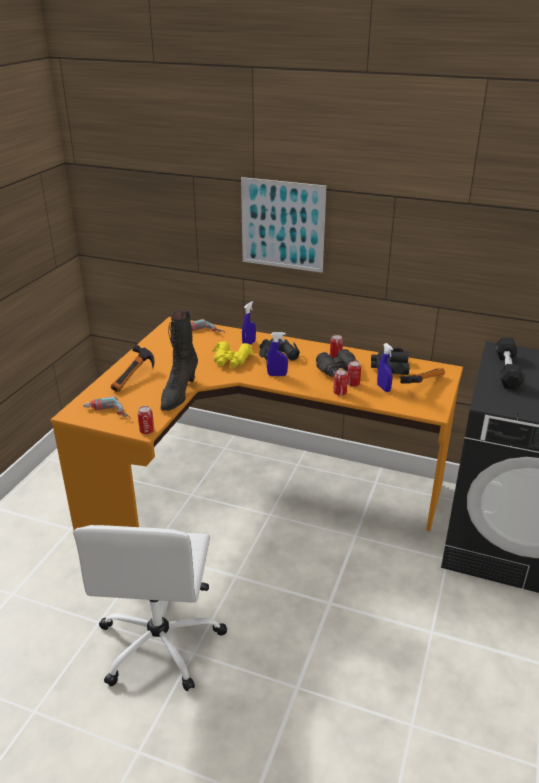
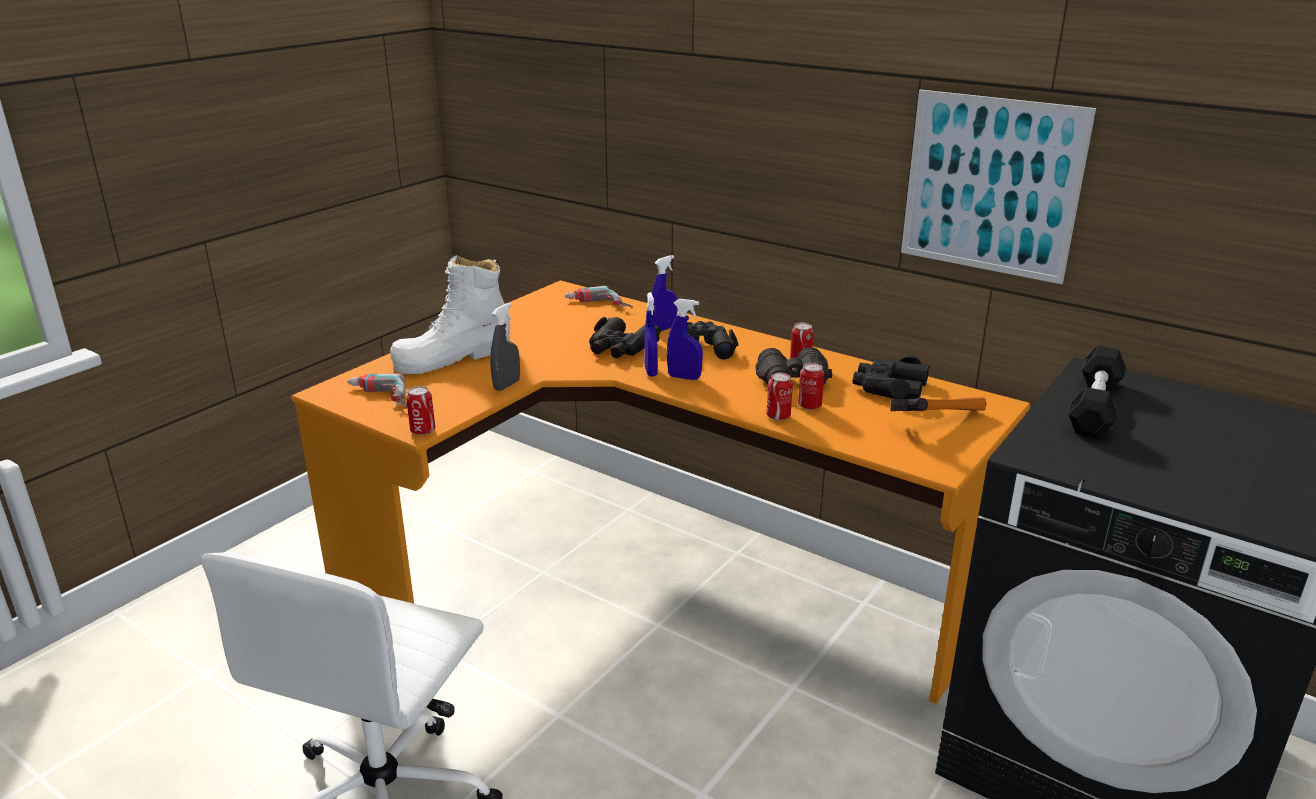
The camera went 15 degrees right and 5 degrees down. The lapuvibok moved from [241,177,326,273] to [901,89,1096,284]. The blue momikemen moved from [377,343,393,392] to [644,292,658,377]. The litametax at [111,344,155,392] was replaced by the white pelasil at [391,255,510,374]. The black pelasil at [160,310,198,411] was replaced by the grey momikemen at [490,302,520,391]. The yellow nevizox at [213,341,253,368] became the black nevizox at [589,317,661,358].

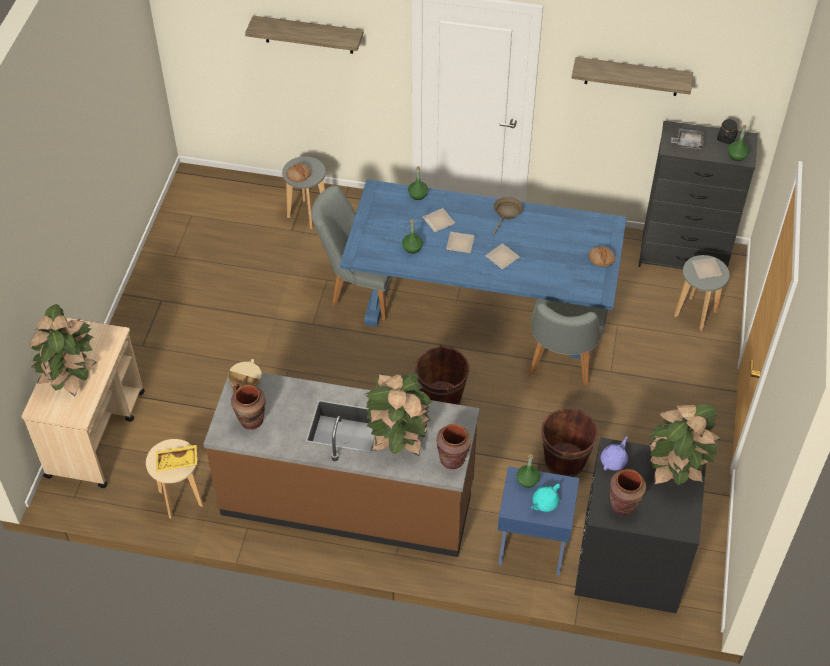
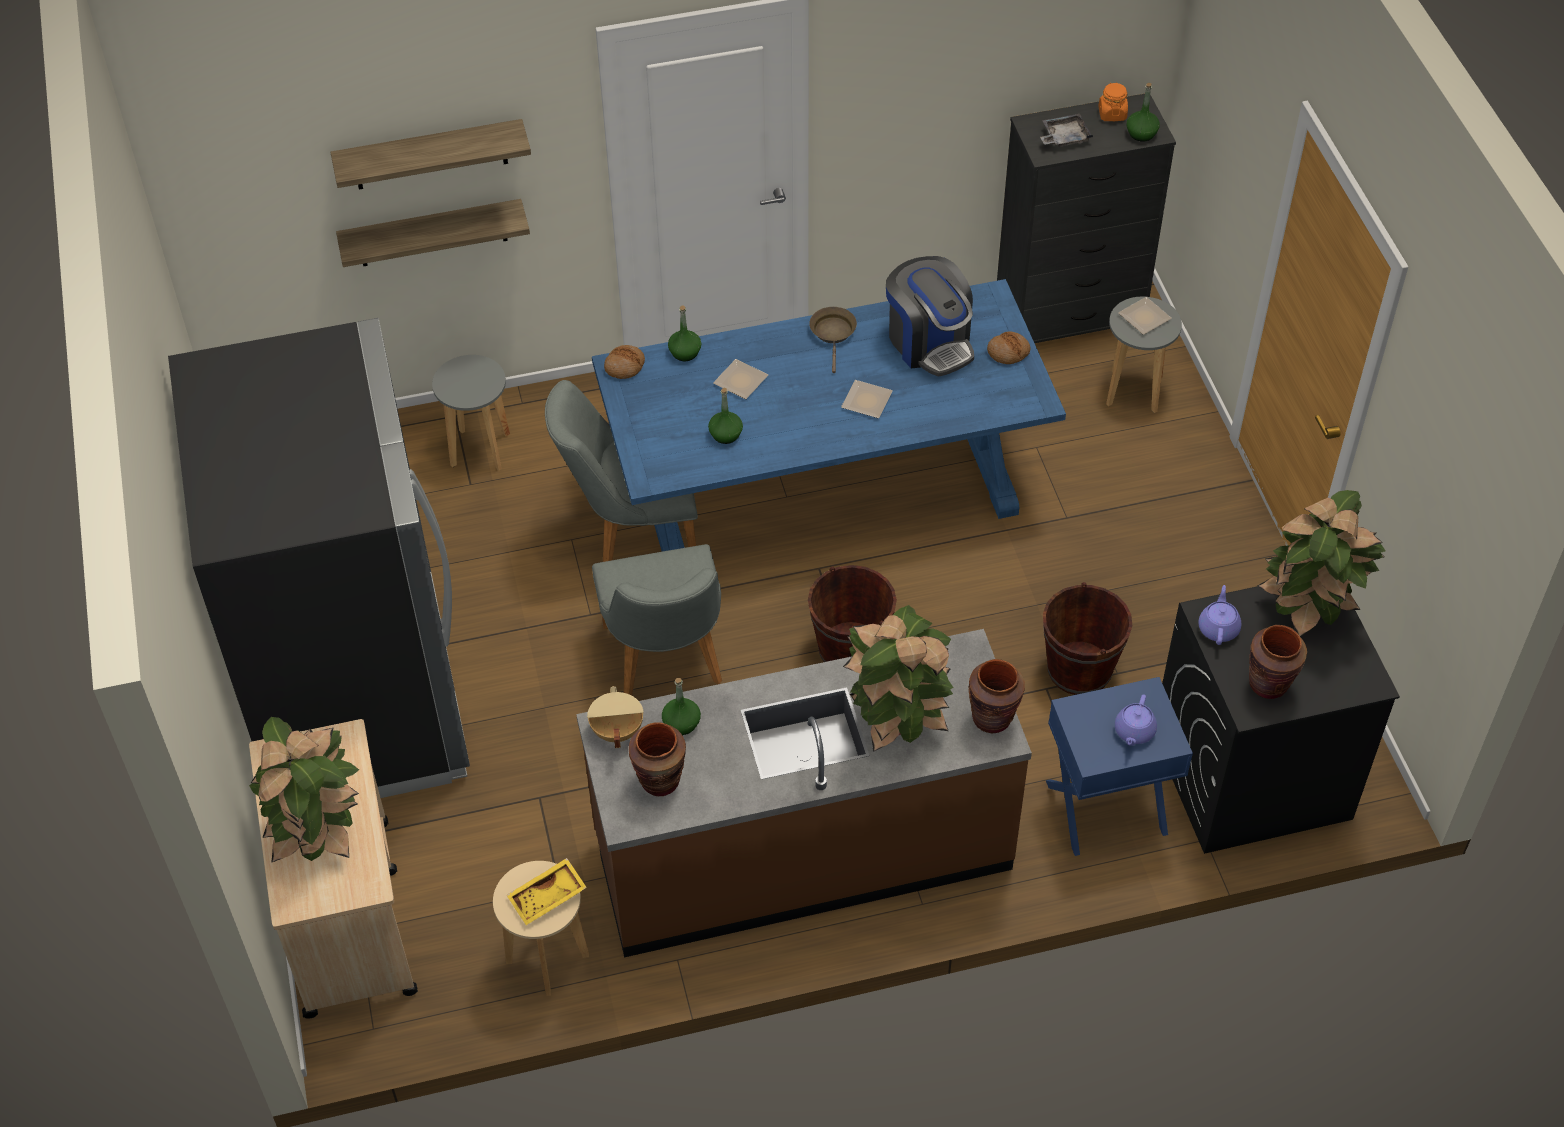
The camera went 25 degrees left and 0 degrees up. The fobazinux at [446,232,475,253] disappeared. The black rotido at [168,318,470,798] appeared. The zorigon at [886,256,974,377] appeared. The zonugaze moved from [286,163,311,182] to [604,345,645,379]. The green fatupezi moved from [516,454,540,488] to [662,678,701,735]. The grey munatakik moved from [529,298,608,386] to [592,544,722,696]. The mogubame moved from [572,57,693,96] to [336,199,530,267]. The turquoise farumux at [531,483,560,512] became the purple farumux at [1115,694,1157,746]. The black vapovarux at [717,119,738,144] became the orange vapovarux at [1098,82,1128,121].

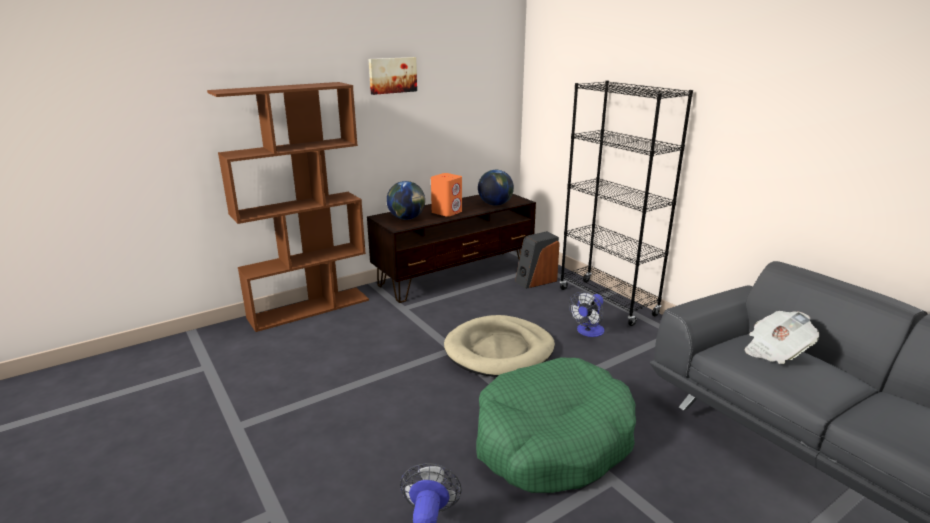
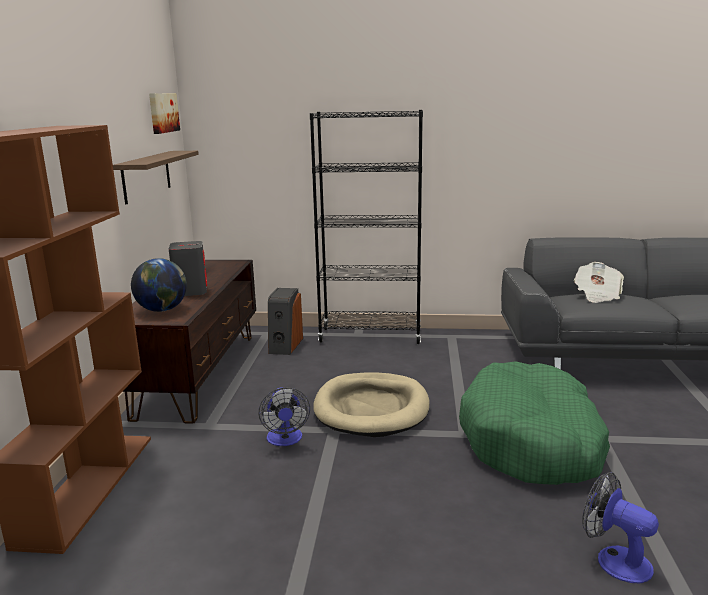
The camera went 50 degrees left and 5 degrees down. The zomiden at [478,170,514,206] disappeared. The mogubame at [113,151,199,204] appeared. The lapuvibok moved from [369,57,417,95] to [149,93,180,134]. The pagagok moved from [569,291,604,337] to [259,387,310,446]. The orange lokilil at [431,173,462,217] became the grey lokilil at [169,241,207,296].

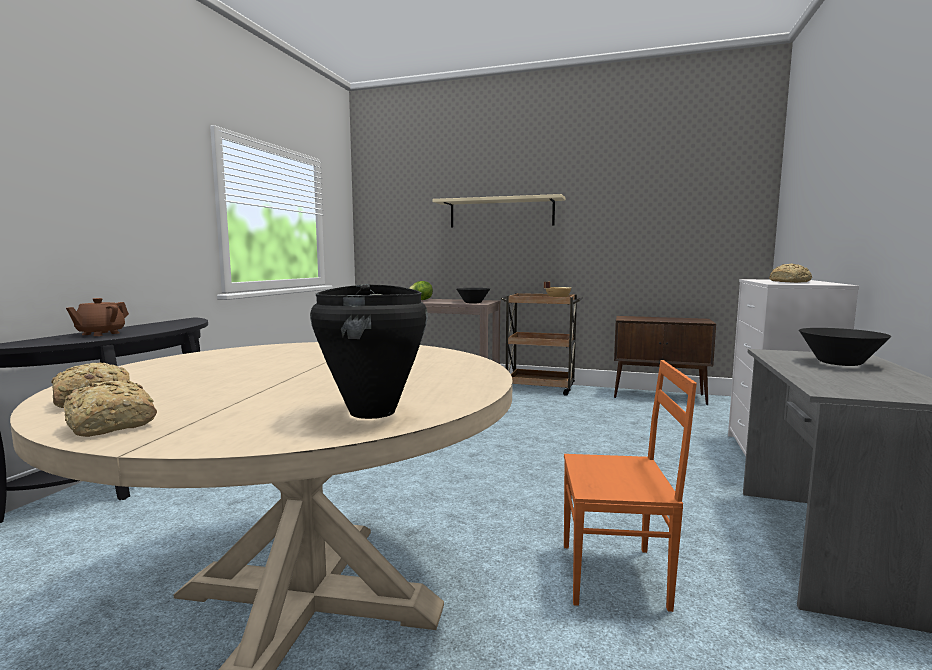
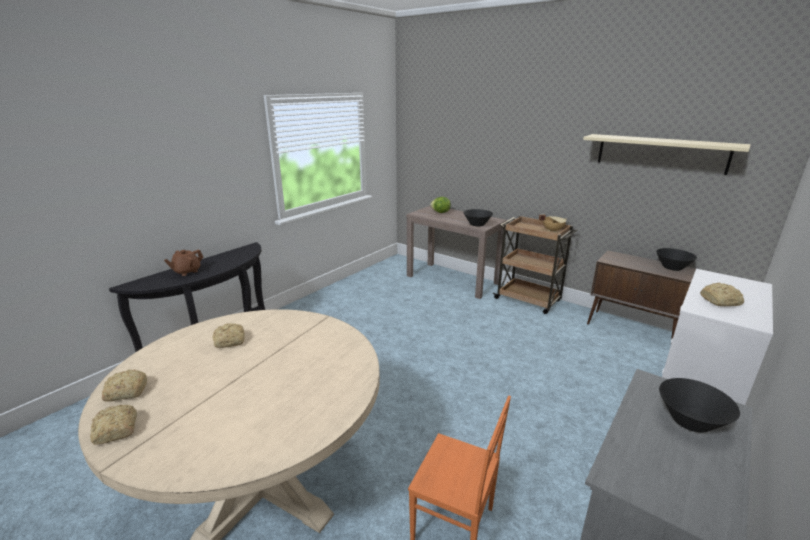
The camera went 20 degrees right and 15 degrees up. The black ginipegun at [310,284,428,419] disappeared. The zonugaze at [213,323,245,348] appeared. The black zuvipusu at [656,248,697,271] appeared. The beige mogubame moved from [432,194,565,228] to [583,134,751,175].

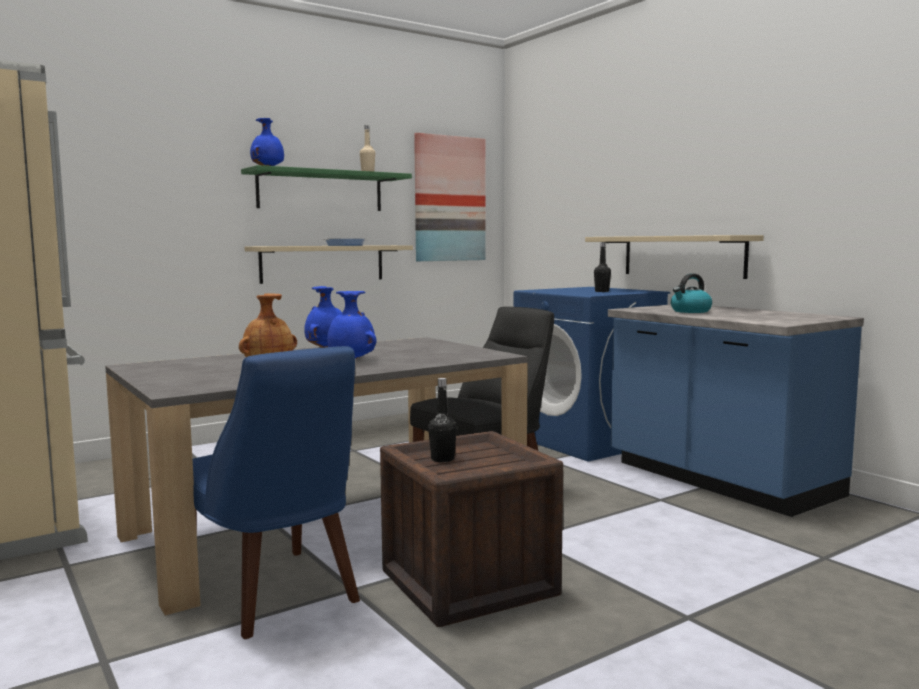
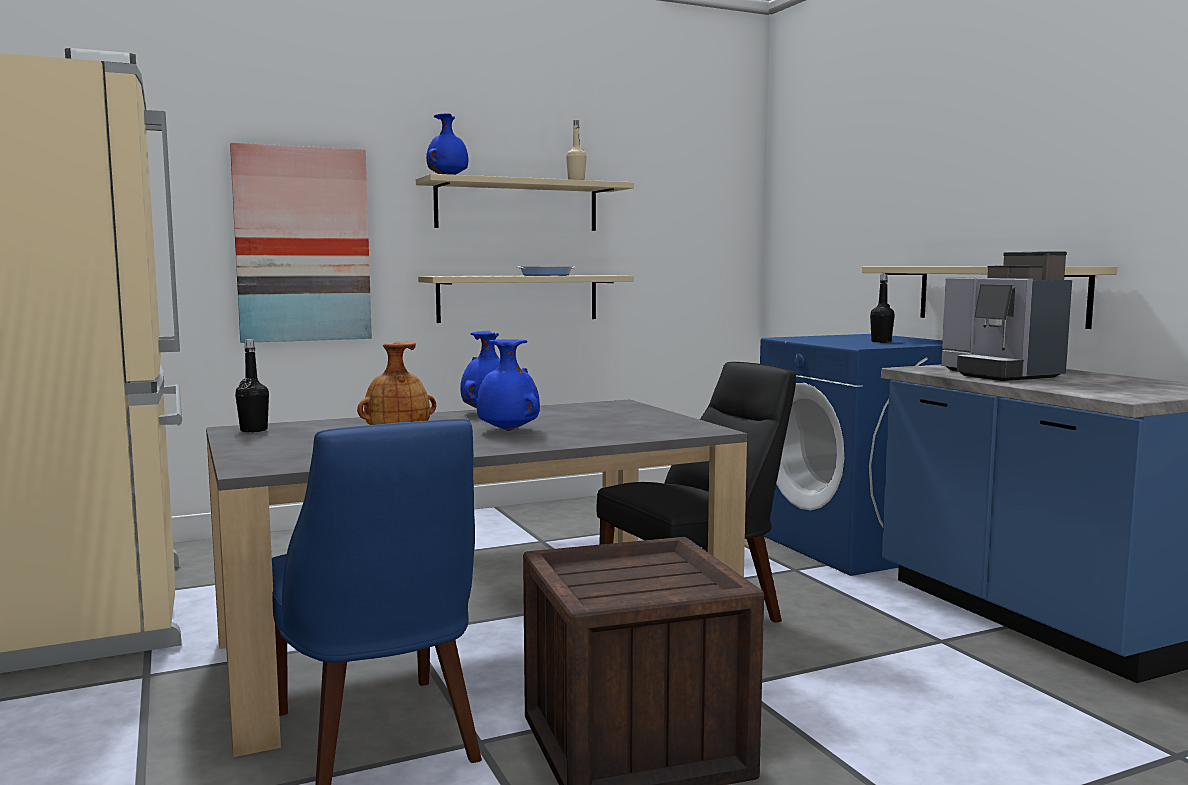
The camera went 10 degrees right and 0 degrees up. The lapuvibok moved from [414,133,486,261] to [230,143,372,343]. The black fatupezi moved from [428,378,457,462] to [235,339,269,432]. The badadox at [671,273,712,313] was replaced by the zorigon at [941,251,1072,381]. The green mogubame at [241,165,412,211] became the beige mogubame at [416,174,634,231].

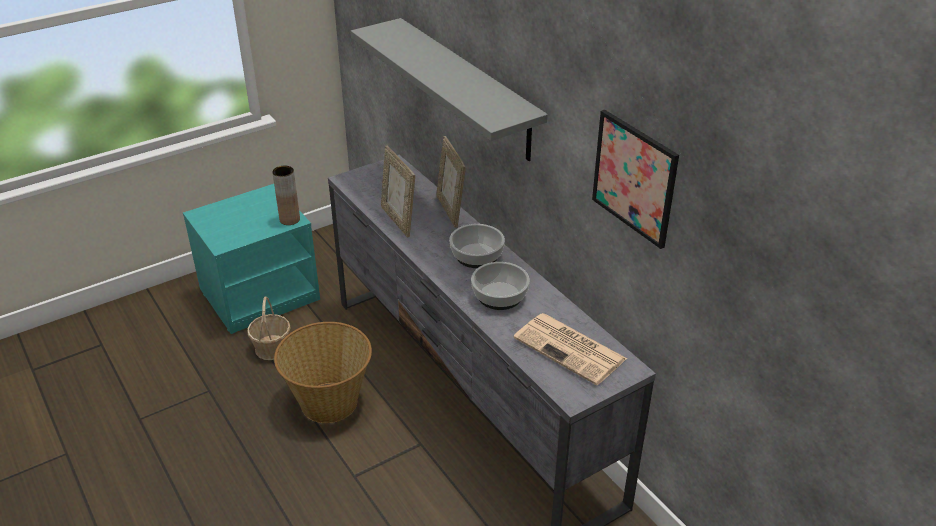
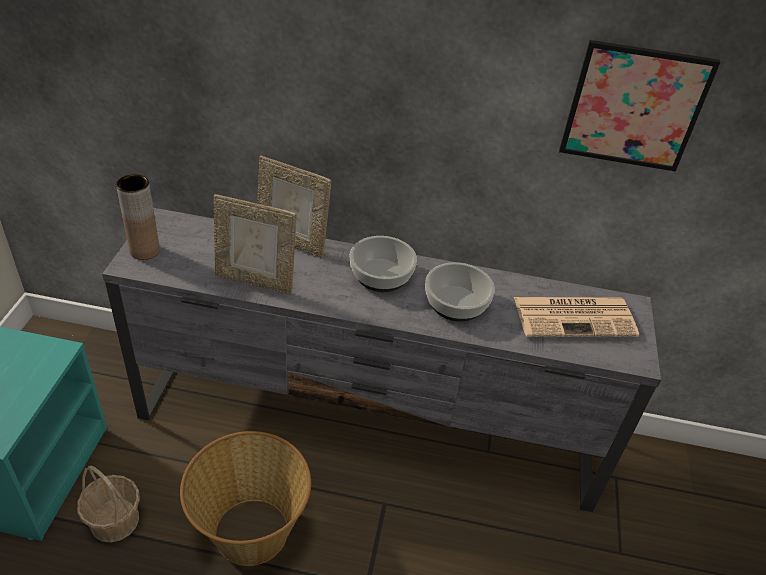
The camera went 50 degrees left and 5 degrees up. The grey mogubame at [351,18,548,161] disappeared. The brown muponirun moved from [272,166,300,225] to [116,174,160,260].

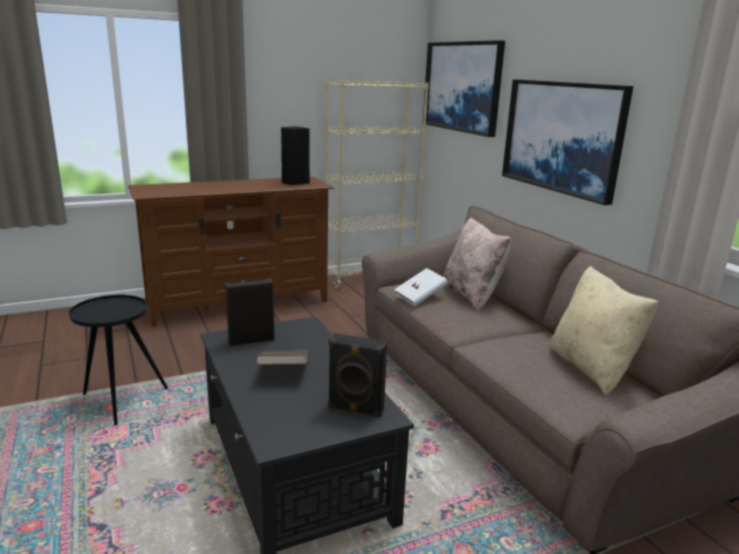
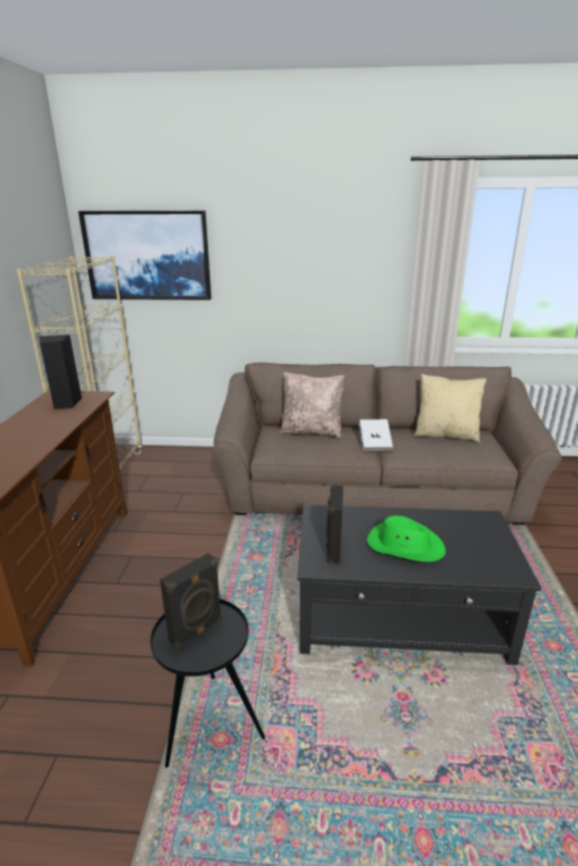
The camera went 60 degrees left and 5 degrees up. The lapuvibok at [502,79,633,205] disappeared. The black lokilil moved from [328,333,387,417] to [160,553,222,649]. The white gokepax moved from [394,268,448,306] to [359,419,393,451]. The brown gokepax at [256,351,308,365] was replaced by the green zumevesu at [367,515,446,562].

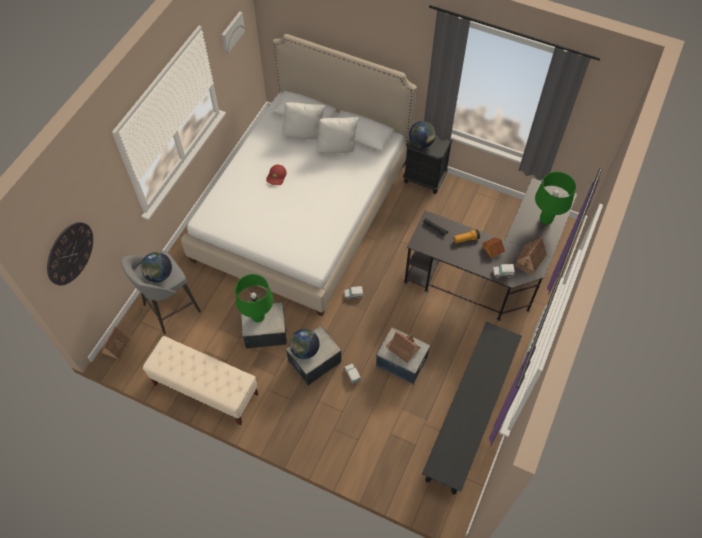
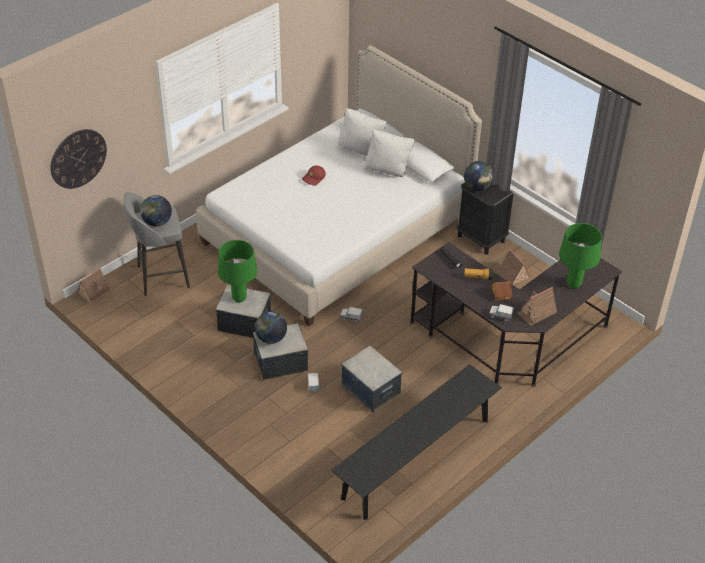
The camera went 20 degrees right and 15 degrees down. The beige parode at [143,336,258,426] disappeared. The lapuvibok at [222,11,245,54] disappeared. The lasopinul moved from [385,331,421,363] to [497,249,530,284].

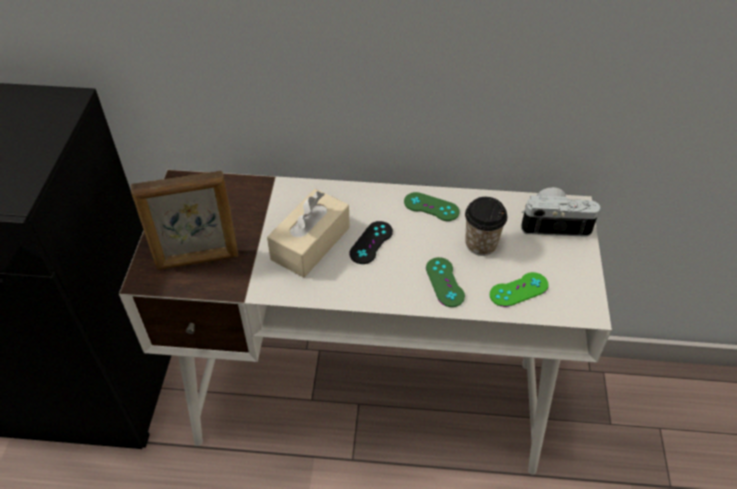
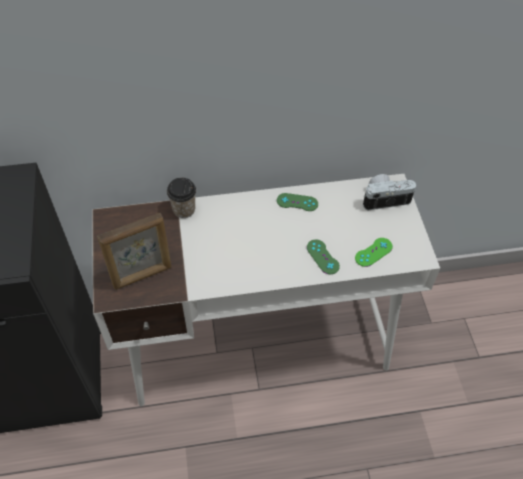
The camera went 15 degrees left and 5 degrees up. The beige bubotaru at [267,189,350,278] disappeared. The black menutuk at [349,221,393,264] disappeared. The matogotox moved from [465,197,507,256] to [167,177,196,218].

